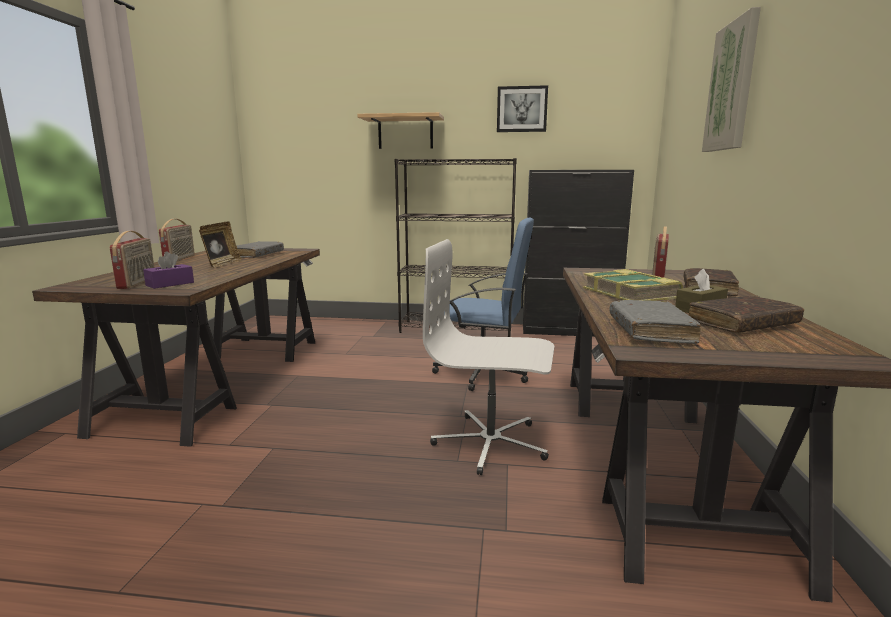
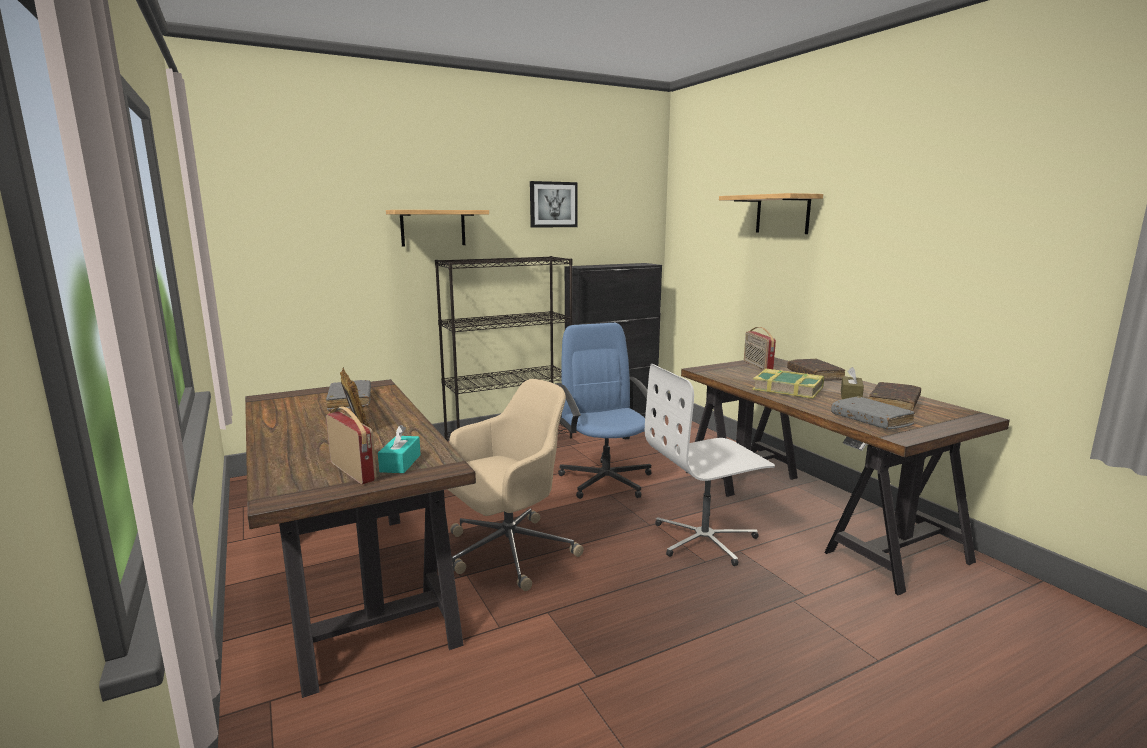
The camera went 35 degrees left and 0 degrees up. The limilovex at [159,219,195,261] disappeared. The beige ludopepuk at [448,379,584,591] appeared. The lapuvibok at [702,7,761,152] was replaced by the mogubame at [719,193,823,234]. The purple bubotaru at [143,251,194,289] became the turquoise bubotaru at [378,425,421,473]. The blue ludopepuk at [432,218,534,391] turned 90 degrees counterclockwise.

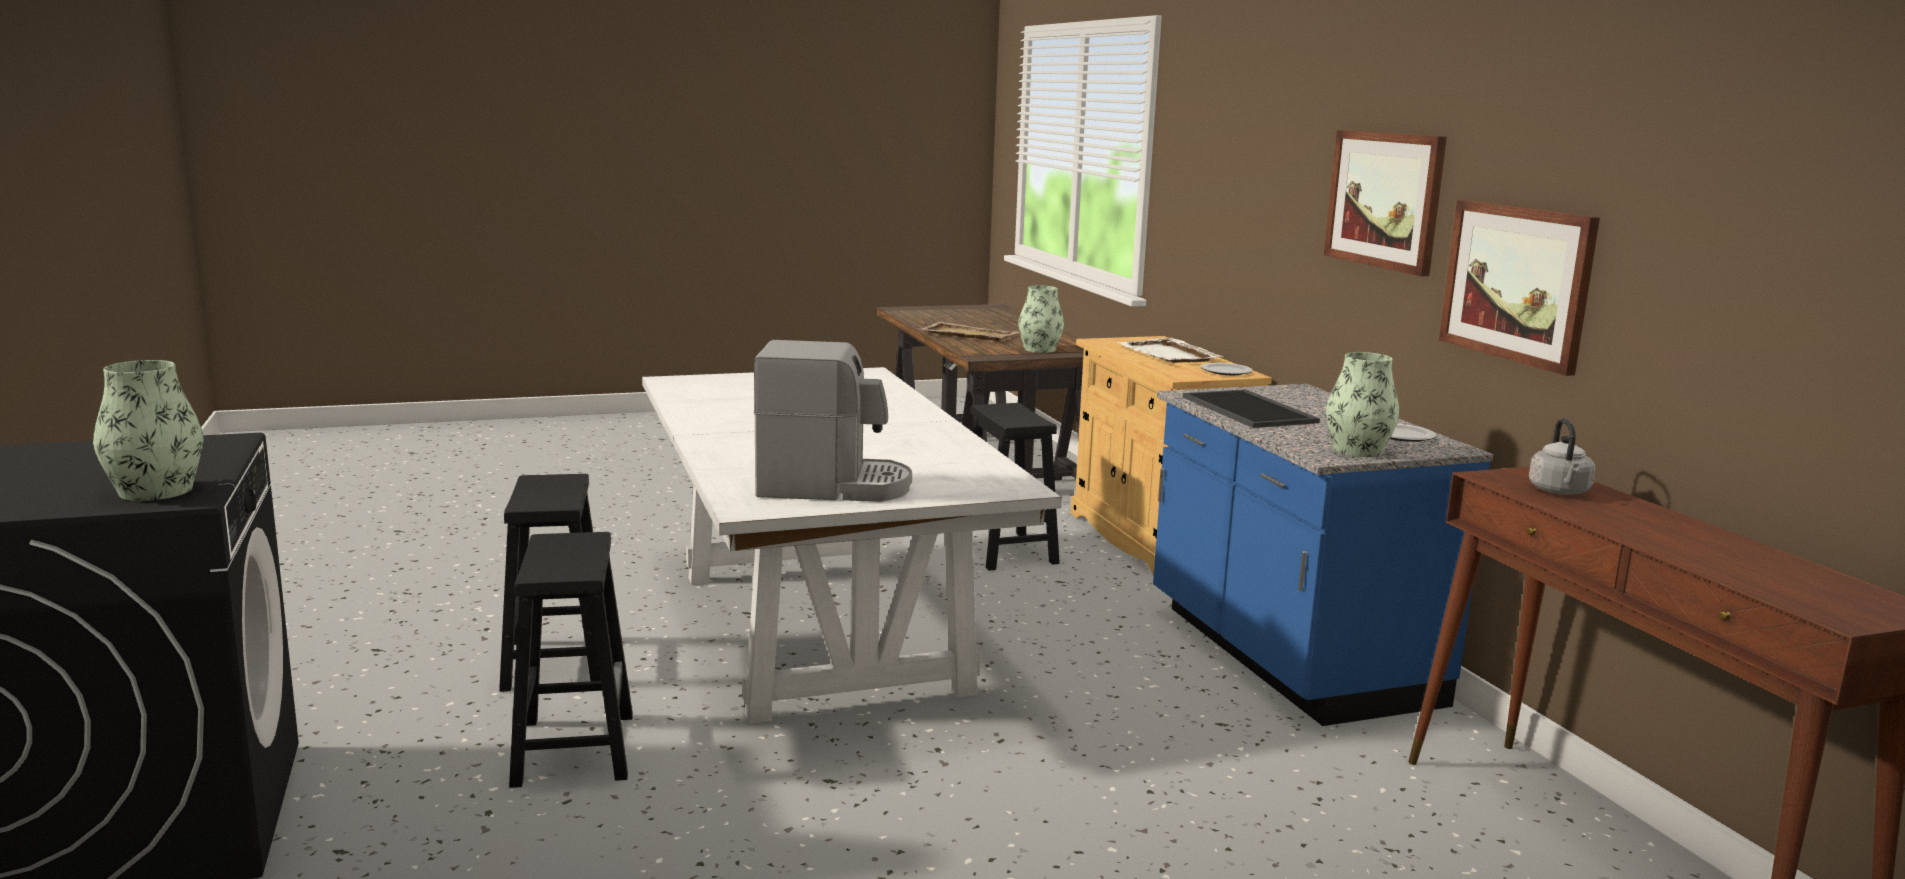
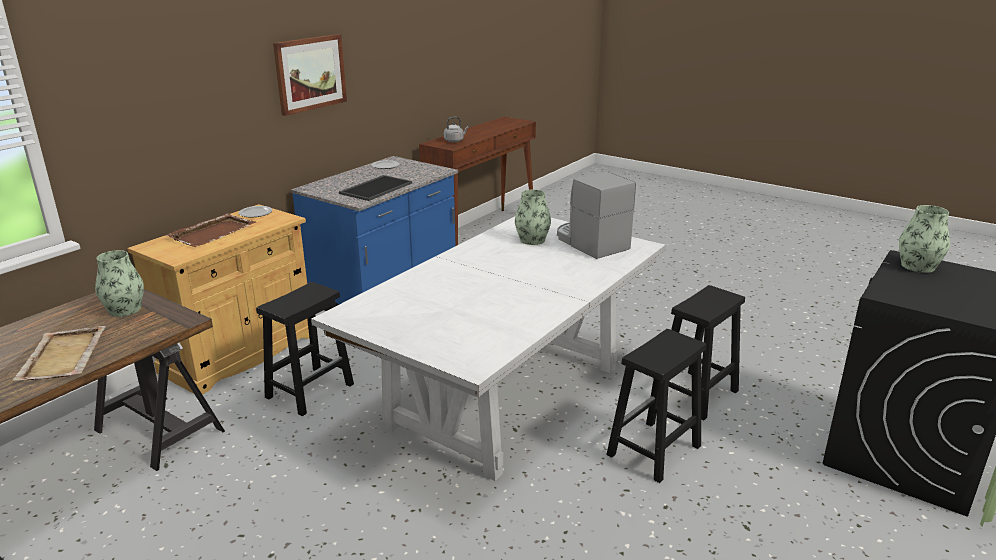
The camera went 125 degrees left and 10 degrees up. The lapuvibok at [1439,200,1600,376] disappeared. The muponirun moved from [1326,352,1400,457] to [515,189,551,245]. The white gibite at [1117,338,1224,363] became the brown gibite at [165,213,256,247].

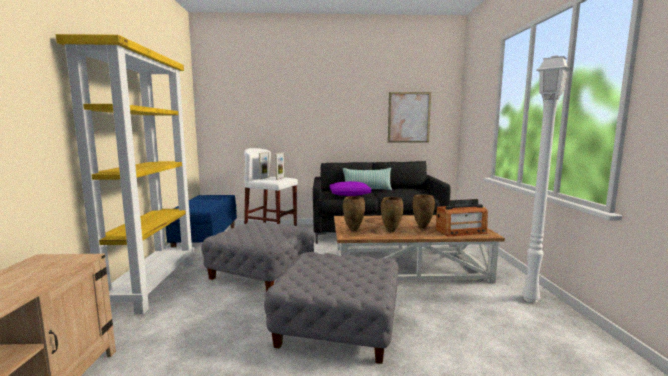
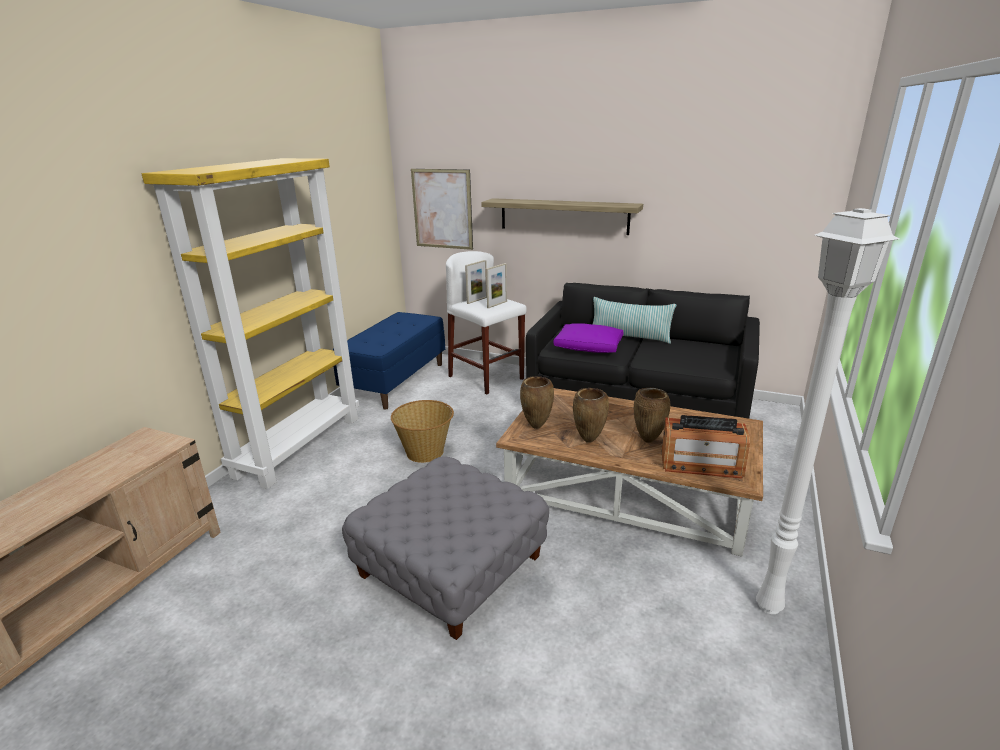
The camera went 25 degrees right and 15 degrees up. The mogubame at [481,198,643,235] appeared. The lapuvibok moved from [388,92,431,143] to [411,169,473,250]. The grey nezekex at [201,221,315,292] was replaced by the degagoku at [391,400,454,463].

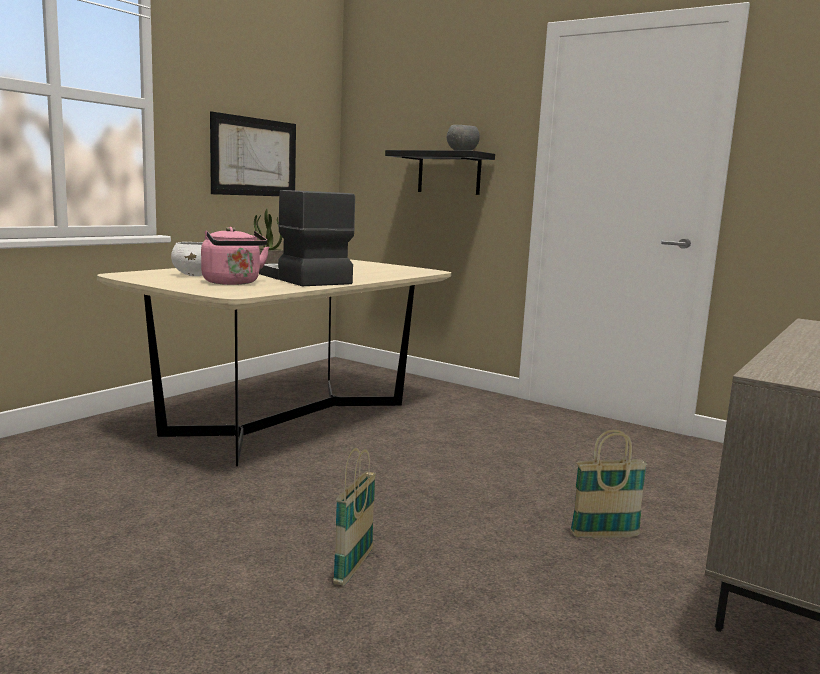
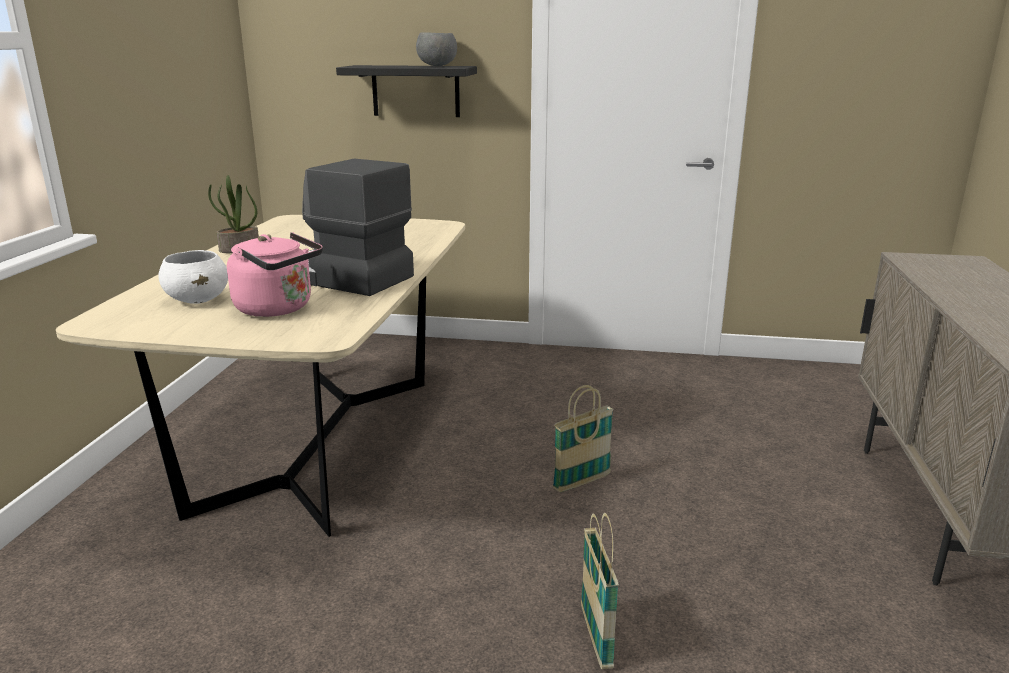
The camera went 25 degrees left and 10 degrees up. The lapuvibok at [210,111,296,196] disappeared. The degagoku moved from [570,430,647,538] to [553,385,613,492].

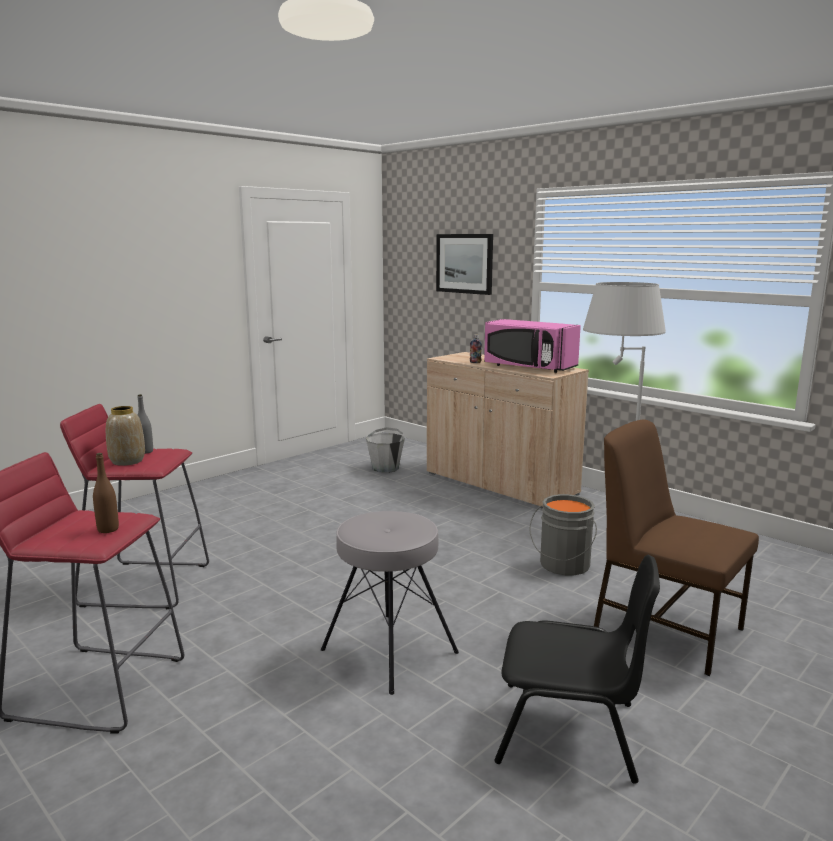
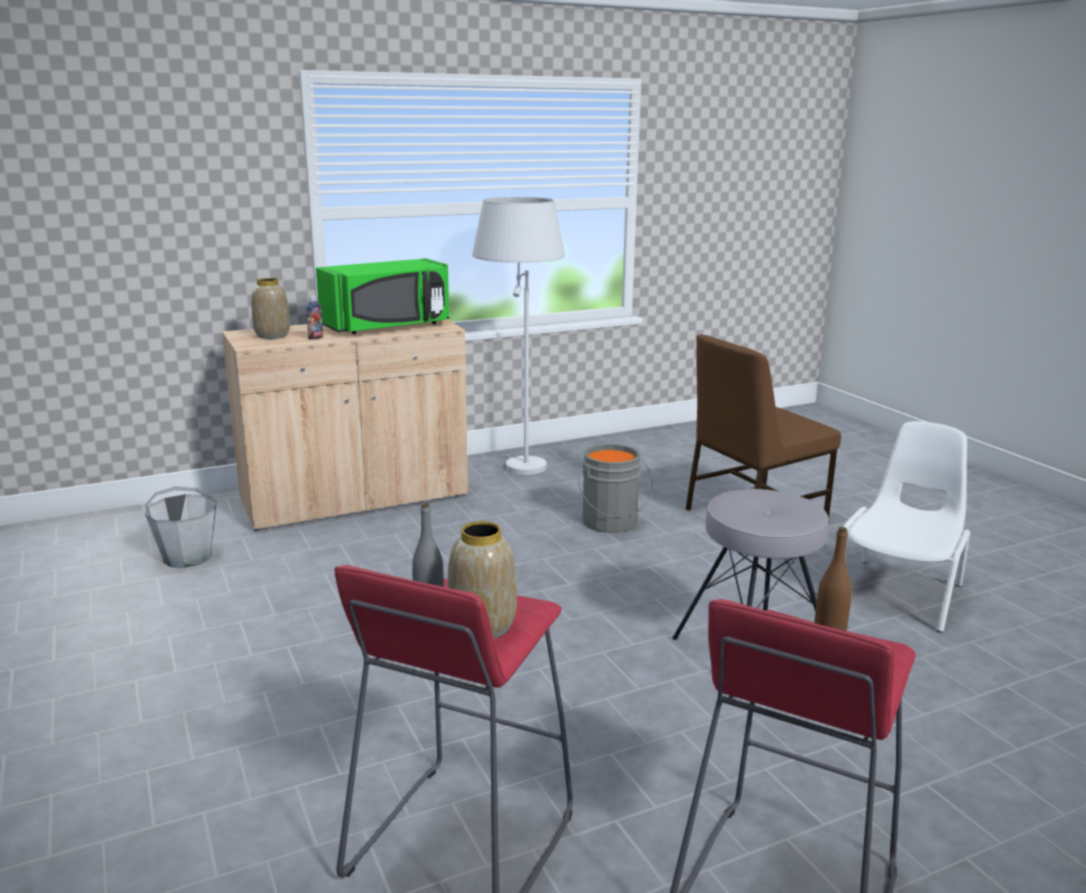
The camera went 70 degrees left and 5 degrees up. The lapuvibok at [436,234,493,295] disappeared. The muponirun at [251,278,290,339] appeared. The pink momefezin at [484,319,581,373] became the green momefezin at [316,258,449,334]. The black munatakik at [494,555,660,784] became the white munatakik at [843,421,970,633].

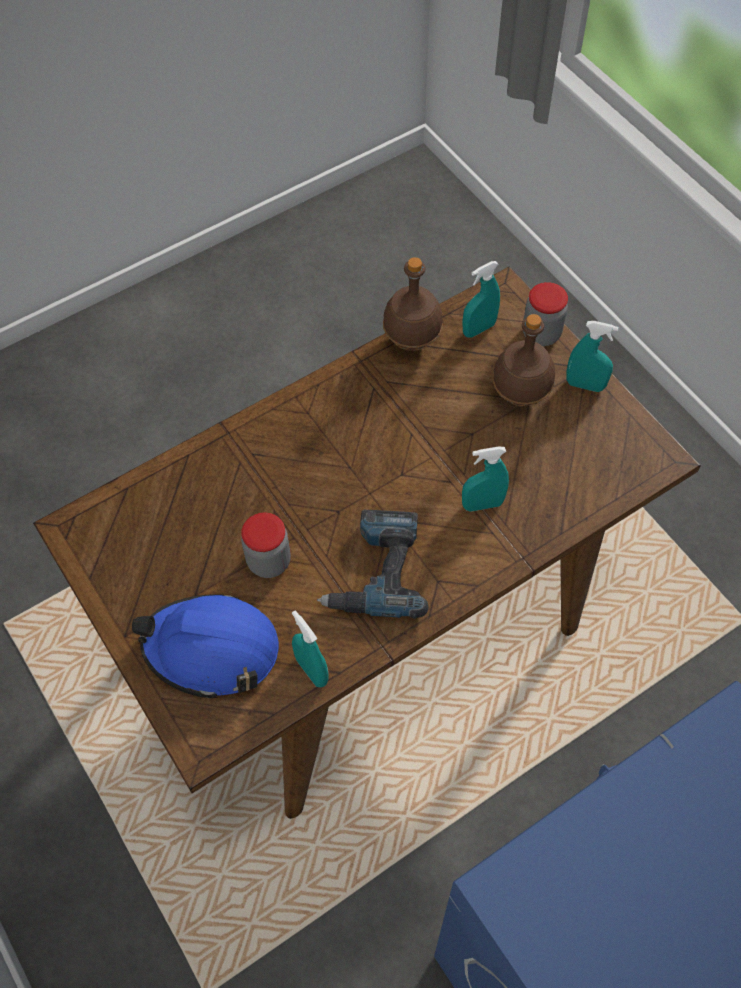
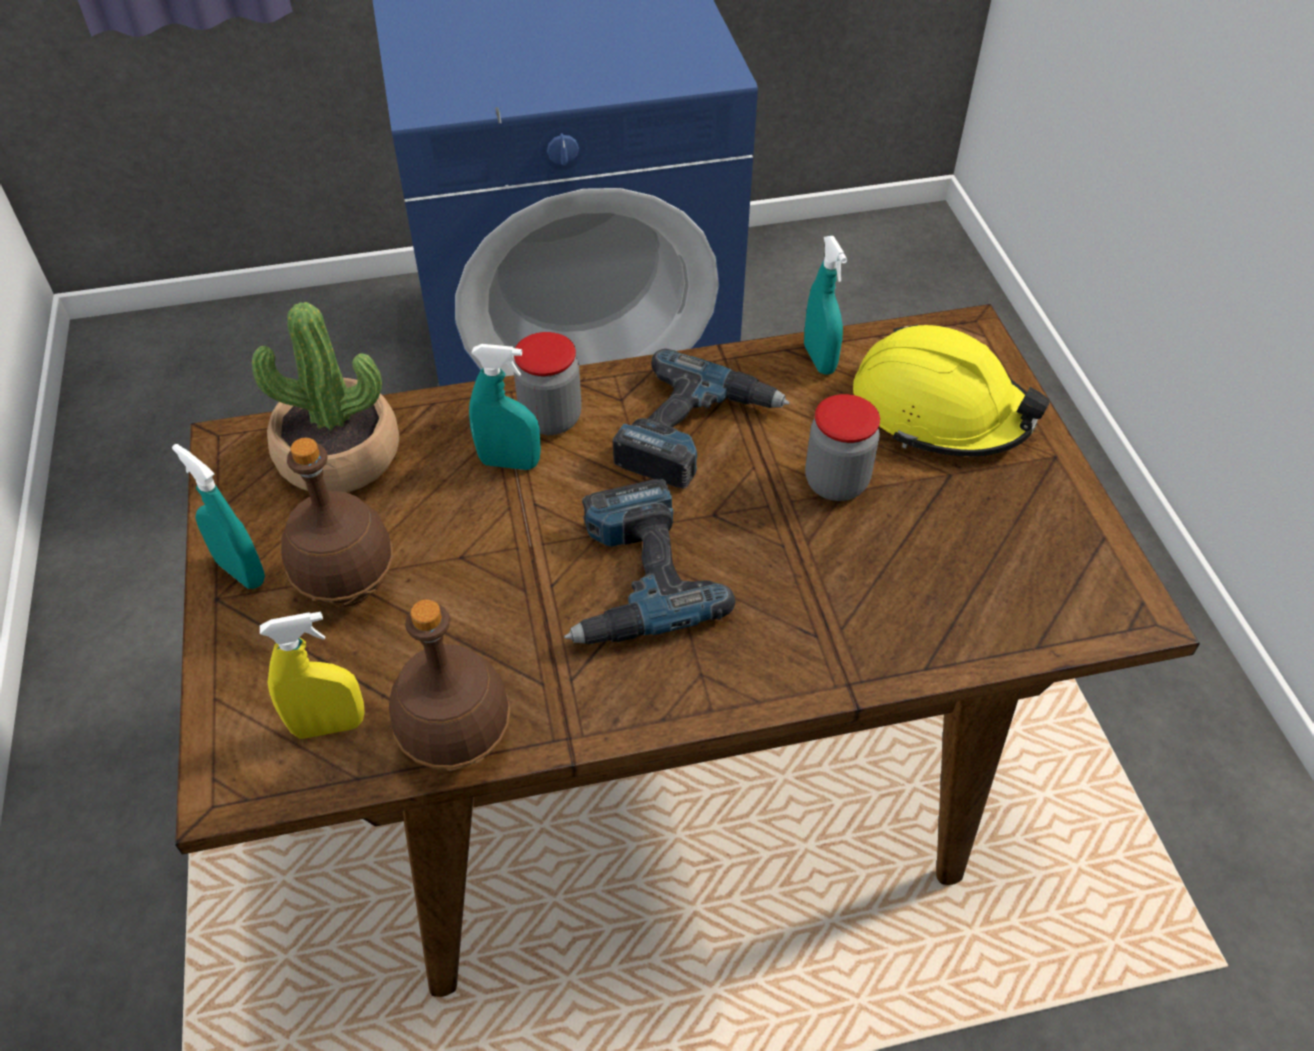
The camera went 160 degrees left and 10 degrees down. The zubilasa at [252,302,399,493] appeared. The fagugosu at [564,479,735,644] appeared. The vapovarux moved from [523,282,568,346] to [514,332,582,435]. The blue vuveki at [132,594,279,699] became the yellow vuveki at [853,324,1050,457]. The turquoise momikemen at [462,261,500,338] became the yellow momikemen at [260,612,365,739].

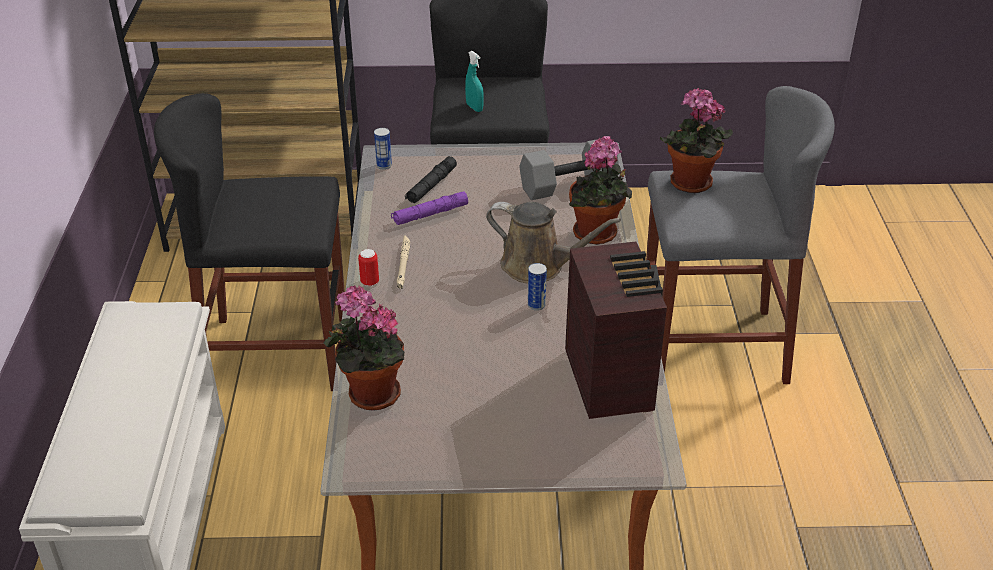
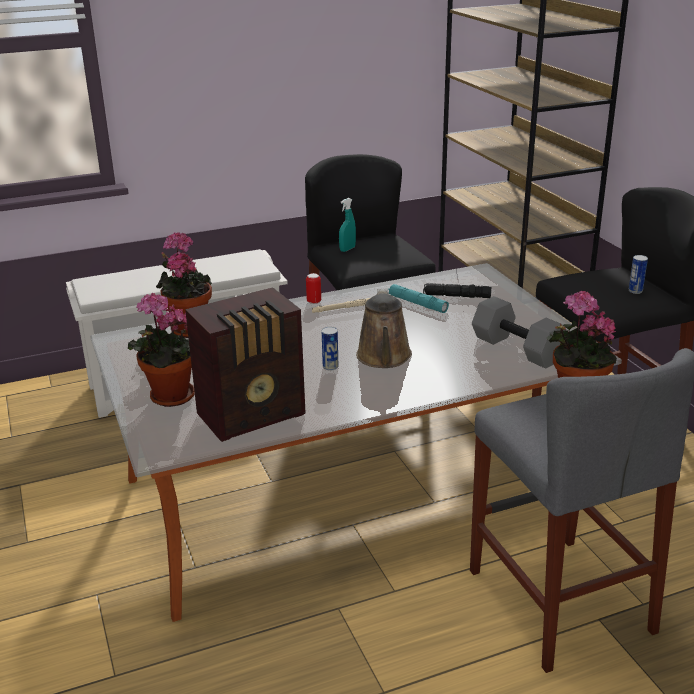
The camera went 70 degrees right and 10 degrees down. The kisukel moved from [374,128,392,170] to [629,255,648,294]. The turquoise momikemen moved from [465,51,484,112] to [339,198,356,252]. The zubilasa moved from [569,136,632,245] to [127,293,195,407]. The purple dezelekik at [391,191,468,225] became the turquoise dezelekik at [388,284,449,313].

